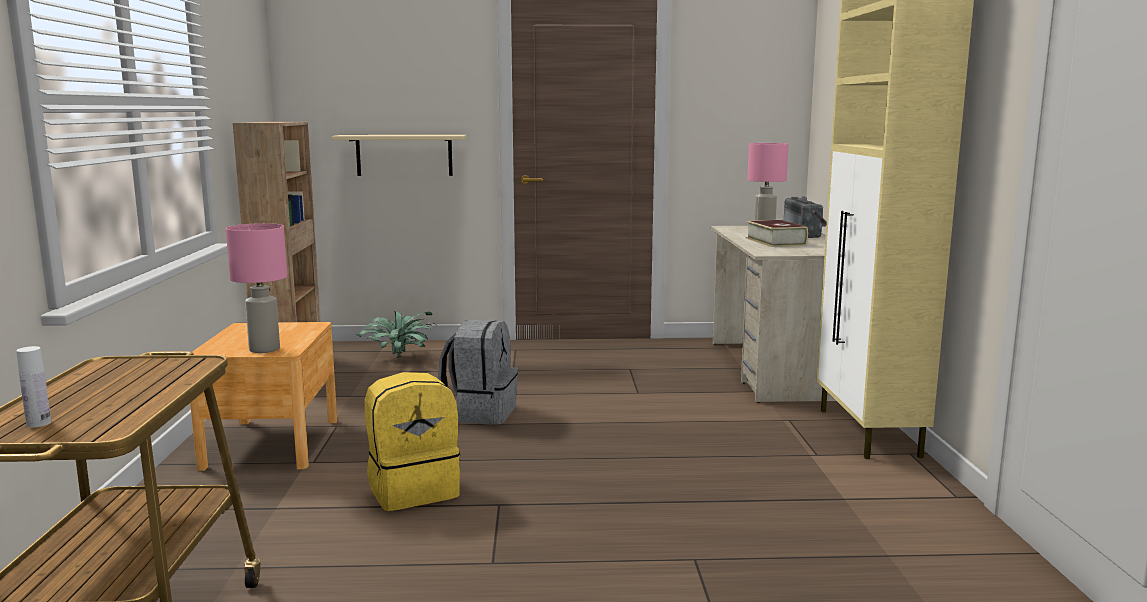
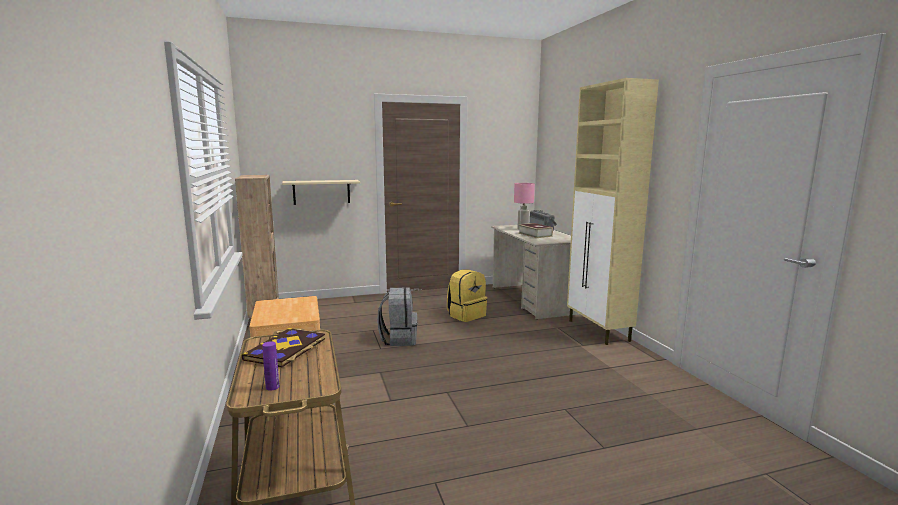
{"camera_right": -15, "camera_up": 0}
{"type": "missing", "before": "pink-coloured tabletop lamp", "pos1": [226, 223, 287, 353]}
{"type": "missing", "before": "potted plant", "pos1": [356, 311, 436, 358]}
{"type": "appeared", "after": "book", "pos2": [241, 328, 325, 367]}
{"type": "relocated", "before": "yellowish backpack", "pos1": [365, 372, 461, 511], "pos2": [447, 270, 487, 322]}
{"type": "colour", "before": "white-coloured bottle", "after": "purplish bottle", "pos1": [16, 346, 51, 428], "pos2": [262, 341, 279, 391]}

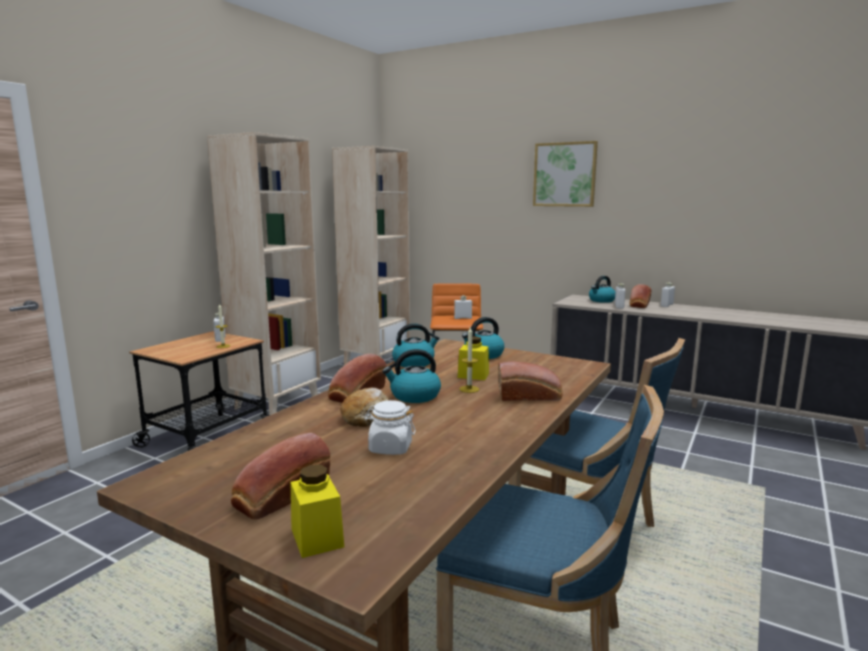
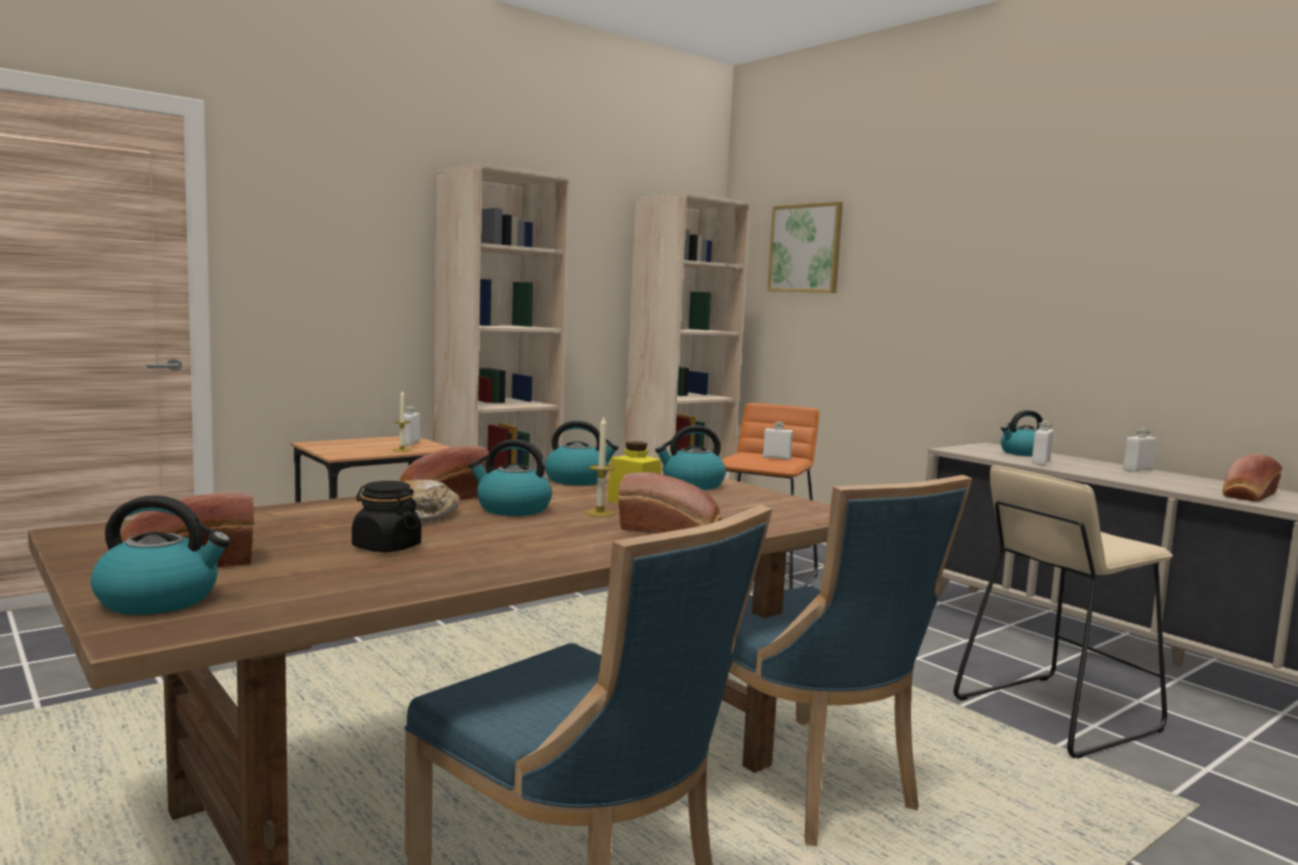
{"camera_right": 20, "camera_up": -5}
{"type": "appeared", "after": "beige sitting stool", "pos2": [954, 466, 1173, 759]}
{"type": "relocated", "before": "wall art", "pos1": [533, 141, 598, 207], "pos2": [767, 201, 843, 293]}
{"type": "relocated", "before": "bakery bread", "pos1": [630, 284, 652, 308], "pos2": [1223, 454, 1282, 502]}
{"type": "exchanged", "before": "yellowish jar", "after": "tea kettle", "pos1": [290, 465, 344, 558], "pos2": [91, 495, 231, 615]}
{"type": "colour", "before": "white-coloured jar", "after": "black jar", "pos1": [364, 400, 416, 455], "pos2": [352, 481, 421, 552]}

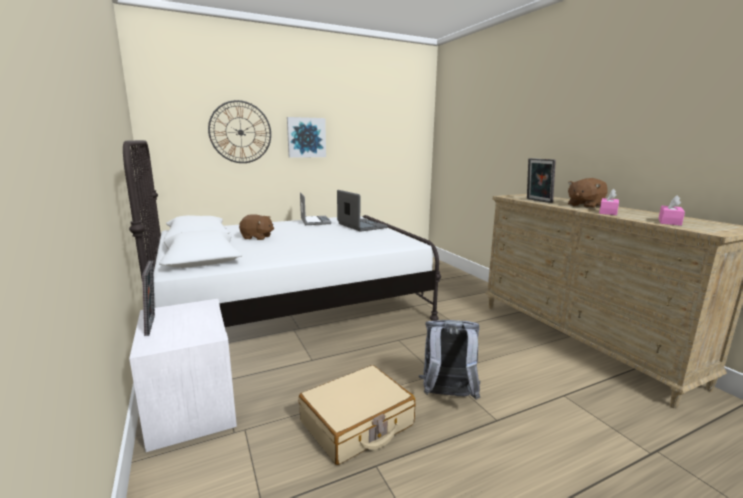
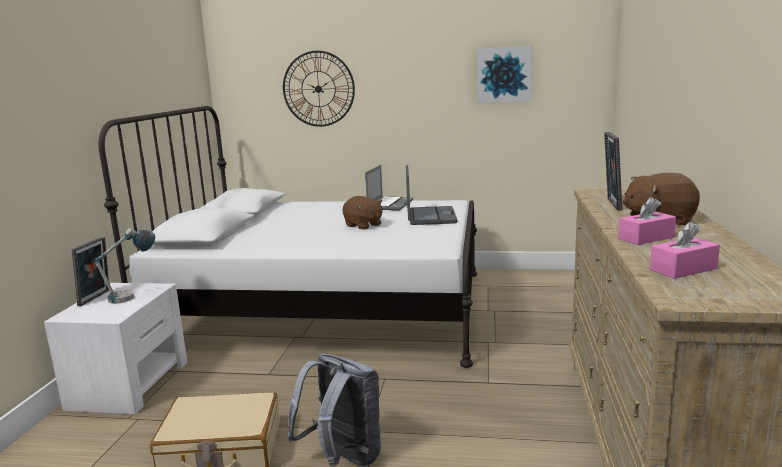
{"camera_right": 35, "camera_up": 0}
{"type": "appeared", "after": "tabletop lamp", "pos2": [94, 228, 155, 304]}
{"type": "relocated", "before": "brown-coloured plush toy", "pos1": [239, 214, 274, 240], "pos2": [342, 196, 383, 230]}
{"type": "relocated", "before": "wall art", "pos1": [287, 117, 326, 158], "pos2": [478, 46, 532, 103]}

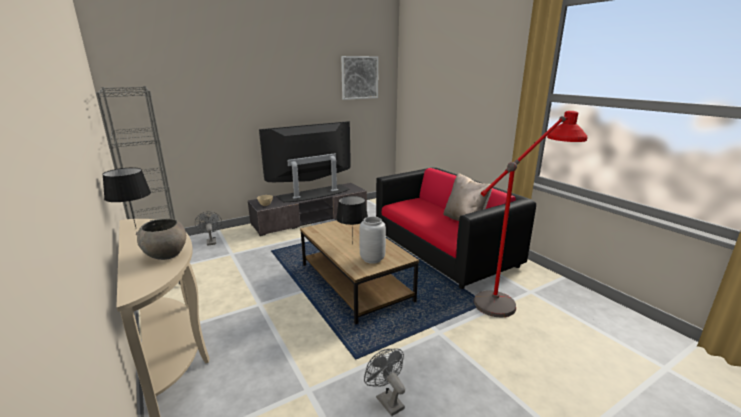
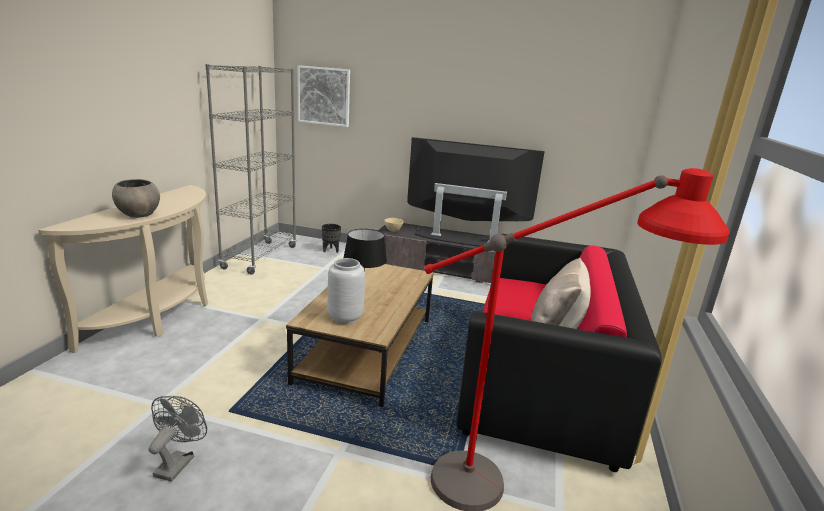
{"camera_right": 45, "camera_up": 0}
{"type": "missing", "before": "black tabletop lamp", "pos1": [102, 168, 151, 227]}
{"type": "relocated", "before": "wall art", "pos1": [341, 56, 378, 100], "pos2": [297, 65, 350, 127]}
{"type": "exchanged", "before": "grey fan", "after": "black planter", "pos1": [195, 211, 222, 246], "pos2": [322, 224, 341, 253]}

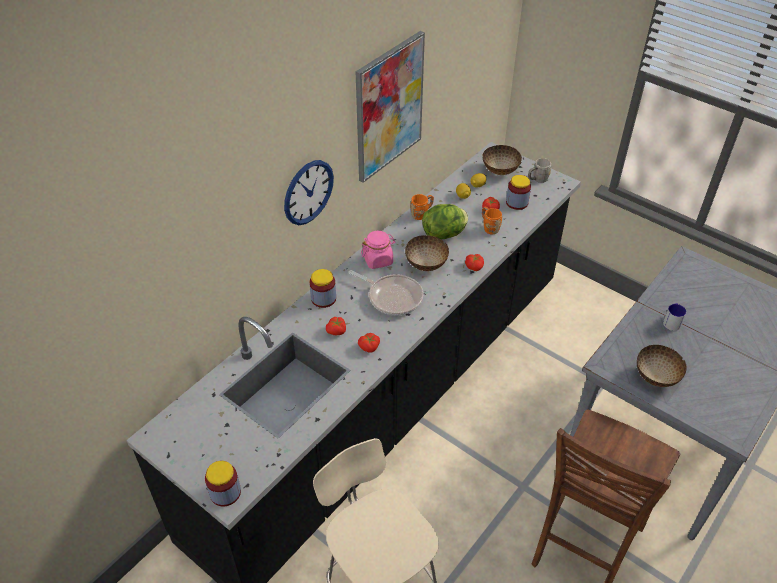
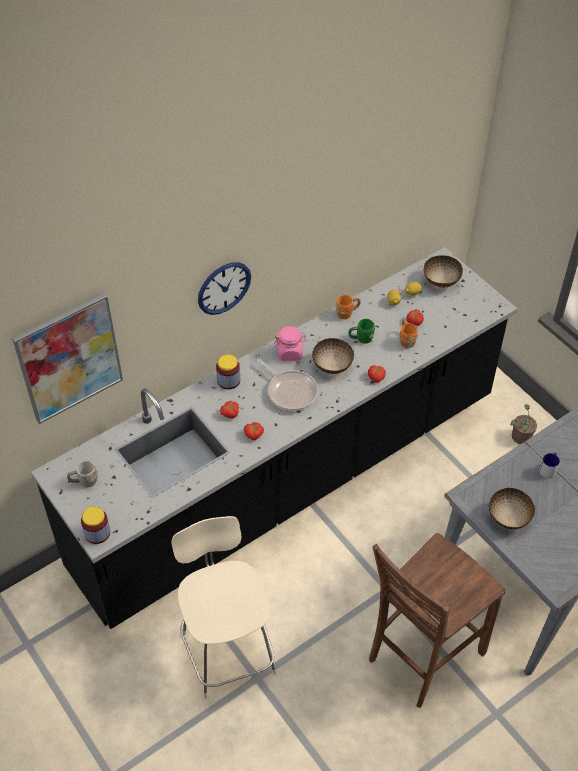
{"camera_right": 15, "camera_up": 5}
{"type": "missing", "before": "jar", "pos1": [506, 175, 531, 210]}
{"type": "appeared", "after": "potted plant", "pos2": [511, 404, 537, 444]}
{"type": "relocated", "before": "wall art", "pos1": [356, 31, 425, 183], "pos2": [12, 293, 123, 424]}
{"type": "relocated", "before": "grey tea mug", "pos1": [528, 158, 551, 183], "pos2": [67, 461, 98, 487]}
{"type": "exchanged", "before": "lettuce", "after": "green-coloured tea mug", "pos1": [422, 204, 468, 239], "pos2": [349, 319, 375, 344]}

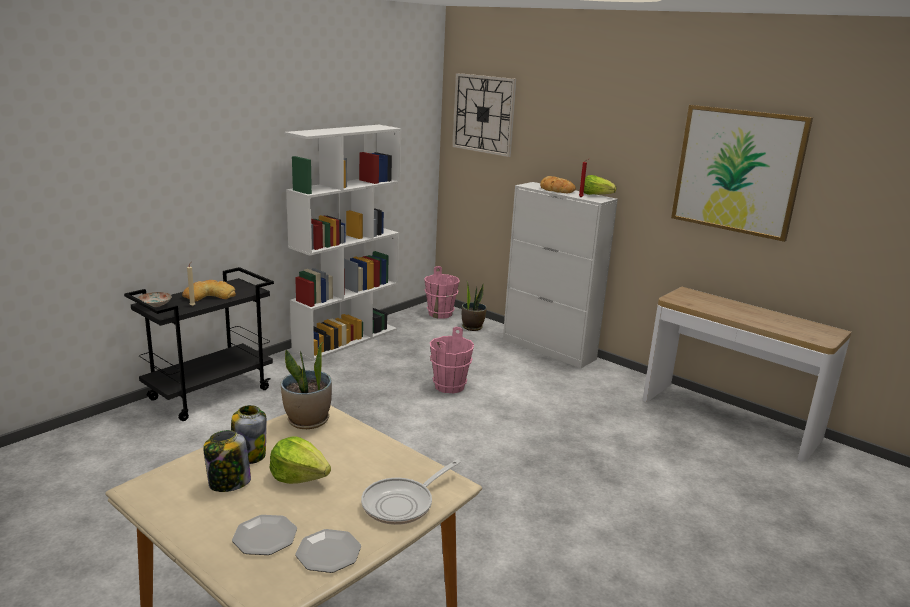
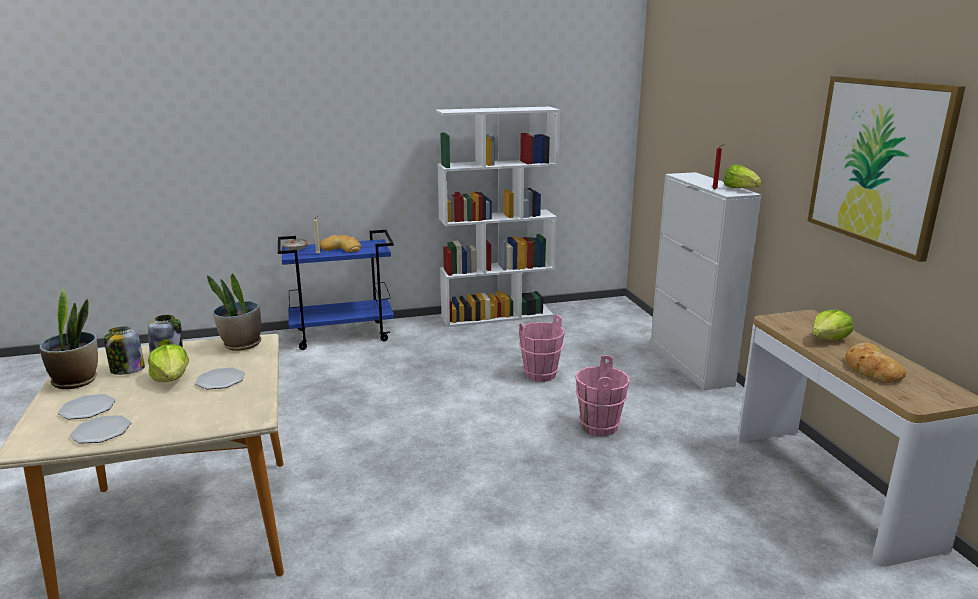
{"camera_right": 35, "camera_up": 0}
{"type": "missing", "before": "frying pan", "pos1": [361, 460, 461, 525]}
{"type": "missing", "before": "wall clock", "pos1": [452, 73, 517, 157]}
{"type": "appeared", "after": "dinner plate", "pos2": [195, 367, 245, 389]}
{"type": "appeared", "after": "lettuce", "pos2": [812, 310, 853, 340]}
{"type": "relocated", "before": "pink-coloured pail", "pos1": [424, 266, 460, 319], "pos2": [575, 355, 629, 436]}
{"type": "relocated", "before": "potted plant", "pos1": [462, 282, 487, 331], "pos2": [39, 288, 98, 389]}
{"type": "relocated", "before": "bakery bread", "pos1": [540, 176, 576, 193], "pos2": [845, 343, 906, 383]}
{"type": "colour", "before": "black wheeled cart", "after": "bluish wheeled cart", "pos1": [124, 267, 274, 421], "pos2": [278, 230, 394, 350]}

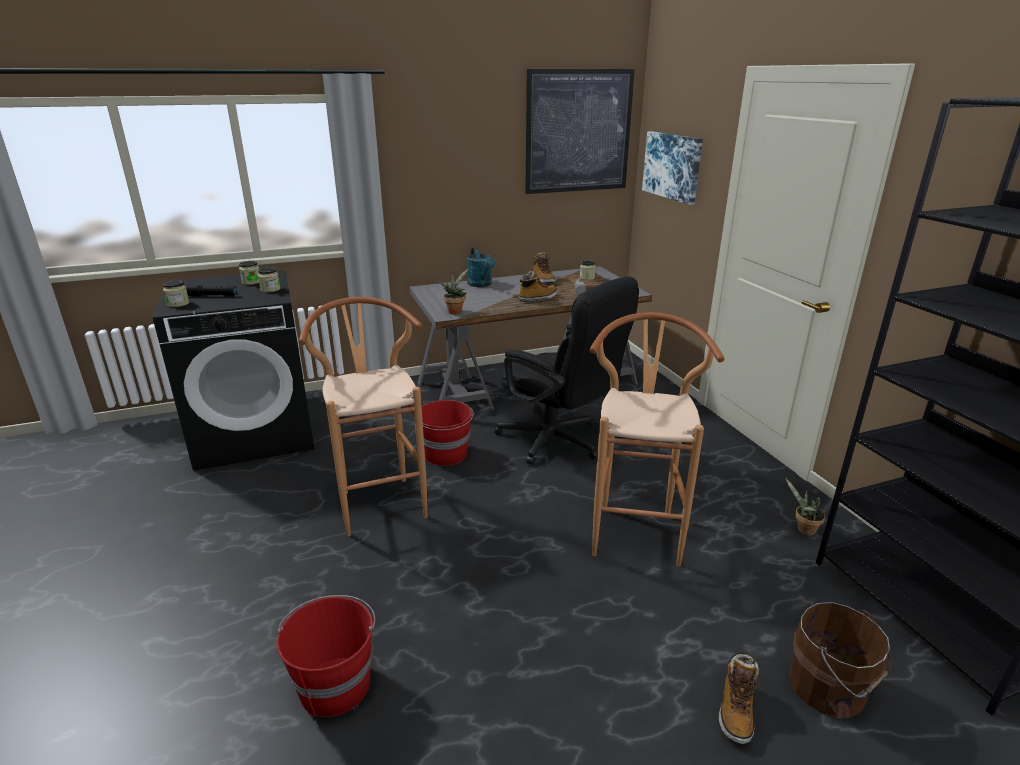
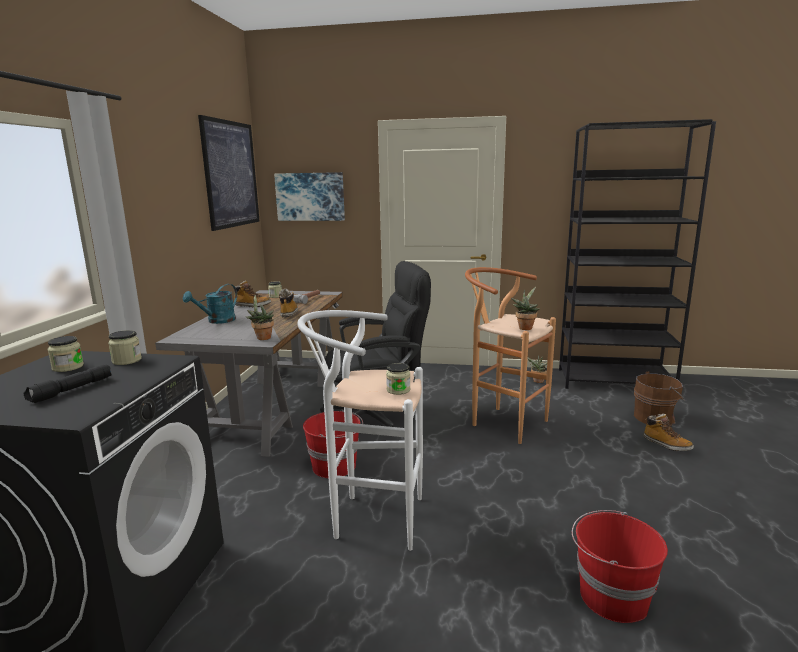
{"camera_right": -60, "camera_up": -10}
{"type": "appeared", "after": "potted plant", "pos2": [511, 287, 540, 330]}
{"type": "relocated", "before": "jar", "pos1": [163, 280, 189, 307], "pos2": [386, 363, 411, 395]}
{"type": "colour", "before": "brown-coloured sitting stool", "after": "white-coloured sitting stool", "pos1": [299, 297, 428, 536], "pos2": [297, 310, 423, 551]}
{"type": "spun", "before": "turquoise-coloured watering can", "pos1": [467, 247, 495, 287], "pos2": [183, 284, 237, 324], "turn": 120}

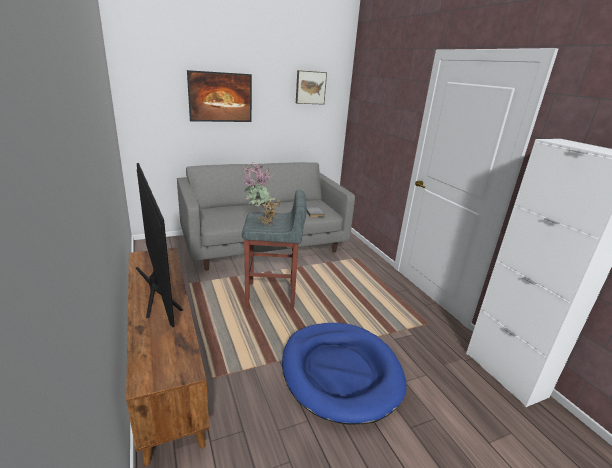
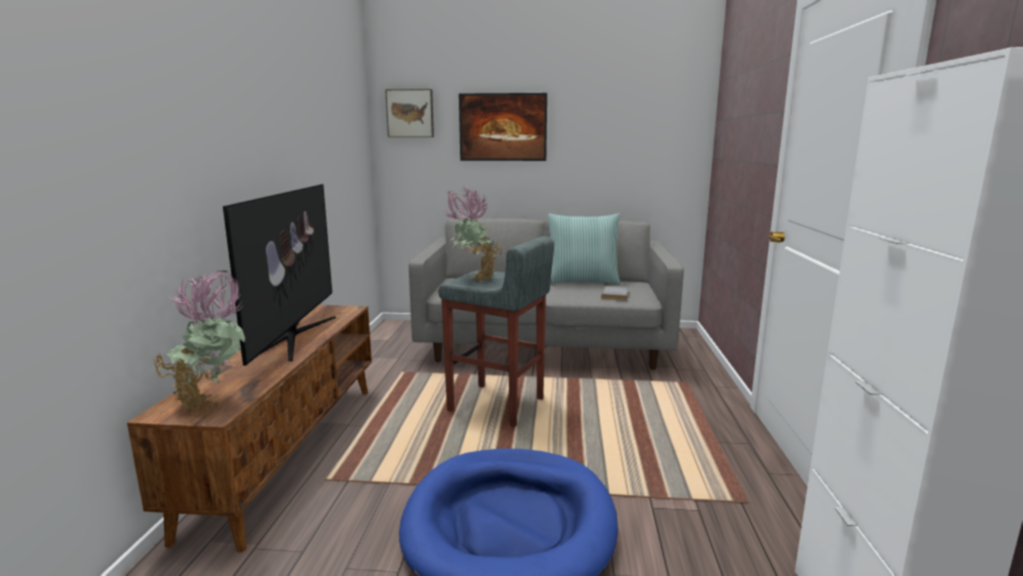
{"camera_right": 30, "camera_up": -10}
{"type": "appeared", "after": "potted plant", "pos2": [154, 271, 247, 413]}
{"type": "appeared", "after": "throw pillow", "pos2": [547, 213, 621, 285]}
{"type": "relocated", "before": "wall art", "pos1": [296, 70, 327, 105], "pos2": [385, 89, 434, 137]}

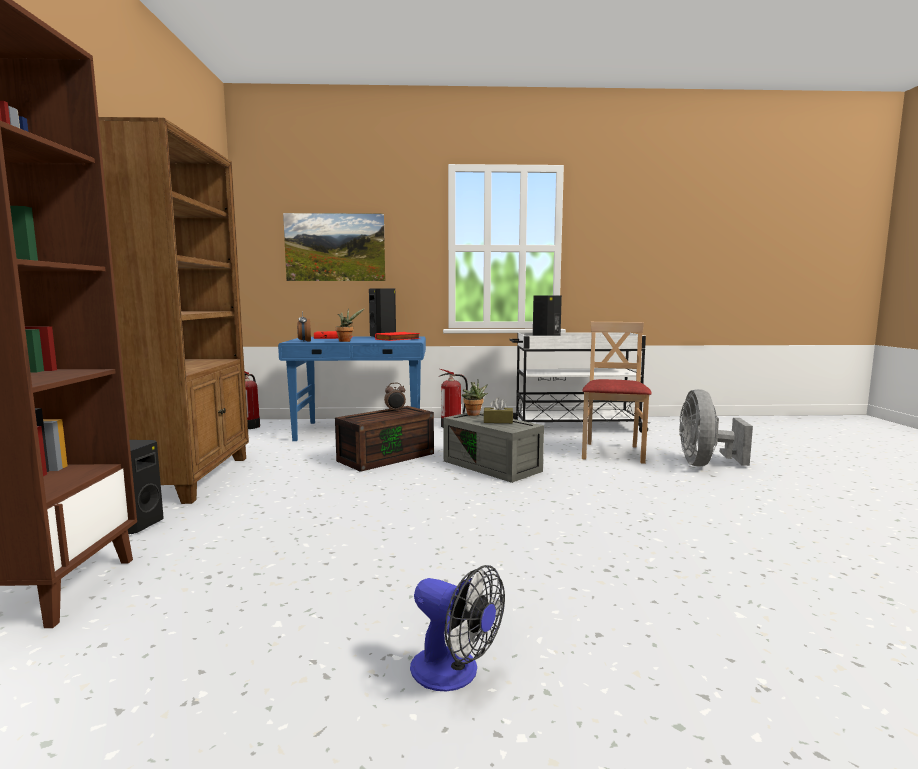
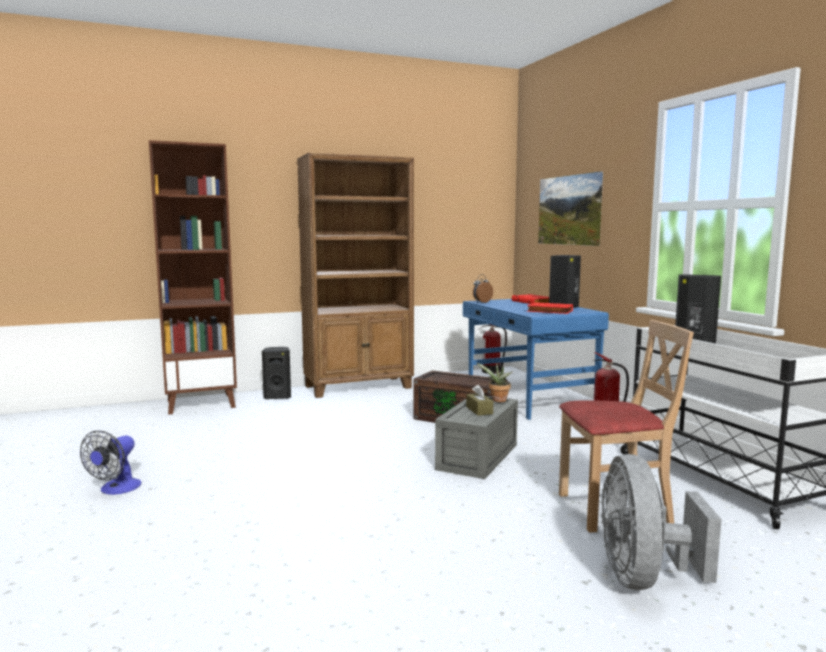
{"camera_right": 70, "camera_up": 0}
{"type": "missing", "before": "potted plant", "pos1": [335, 308, 365, 342]}
{"type": "missing", "before": "table clock", "pos1": [384, 383, 406, 412]}
{"type": "spun", "before": "grey fan", "pos1": [679, 389, 753, 467], "pos2": [601, 454, 722, 590], "turn": -75}

